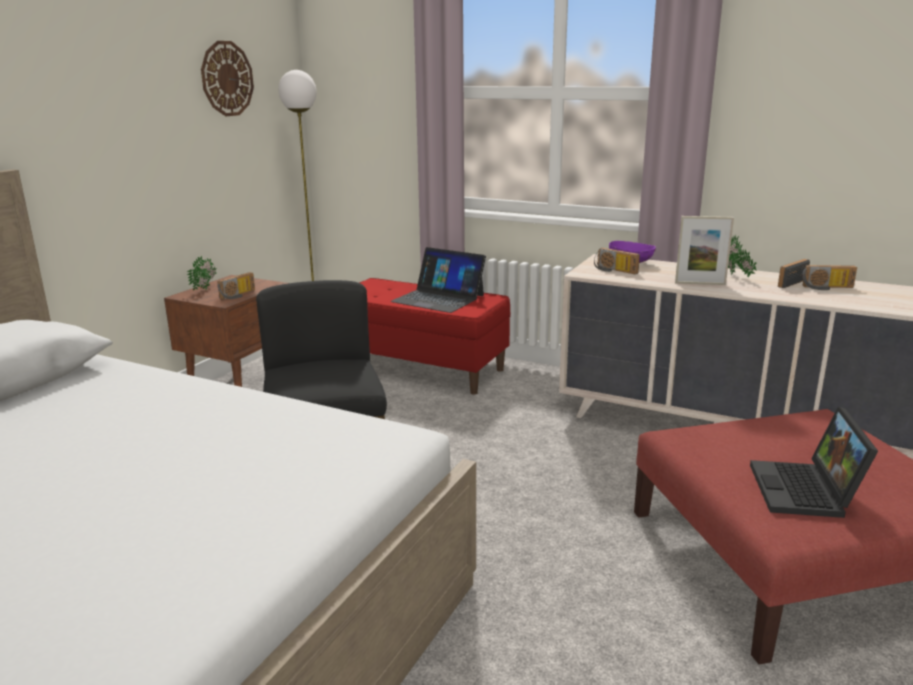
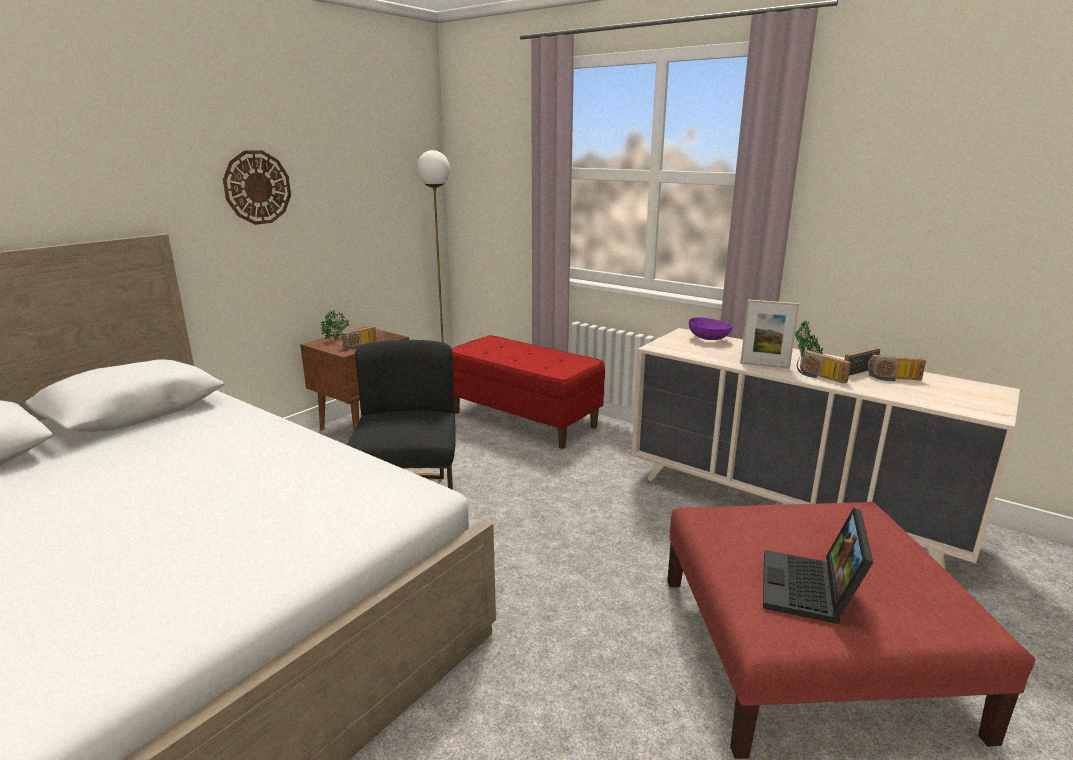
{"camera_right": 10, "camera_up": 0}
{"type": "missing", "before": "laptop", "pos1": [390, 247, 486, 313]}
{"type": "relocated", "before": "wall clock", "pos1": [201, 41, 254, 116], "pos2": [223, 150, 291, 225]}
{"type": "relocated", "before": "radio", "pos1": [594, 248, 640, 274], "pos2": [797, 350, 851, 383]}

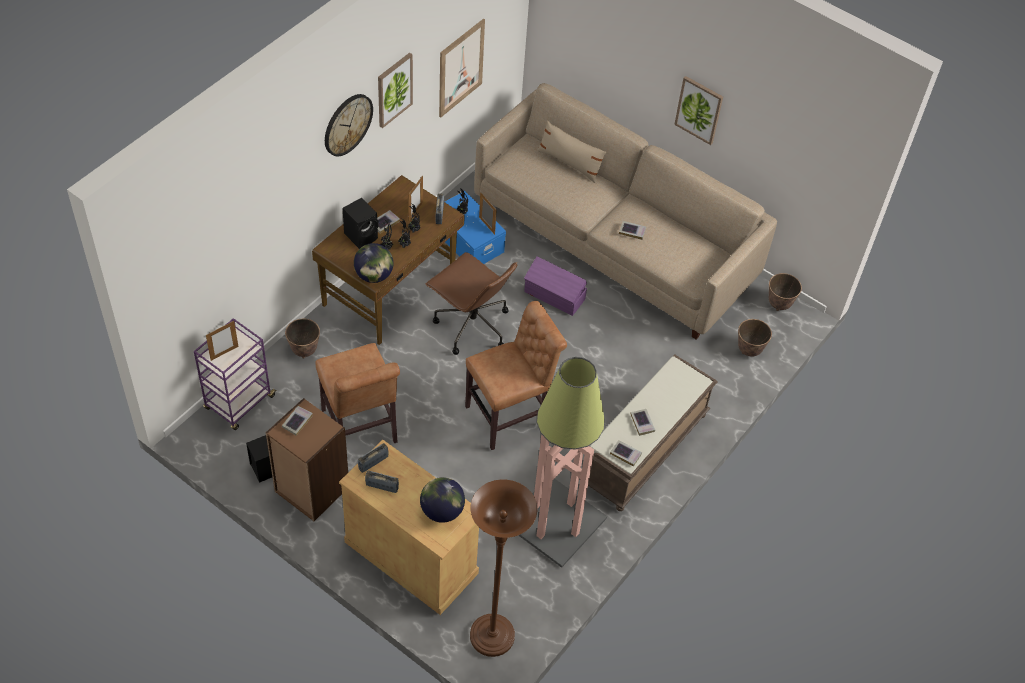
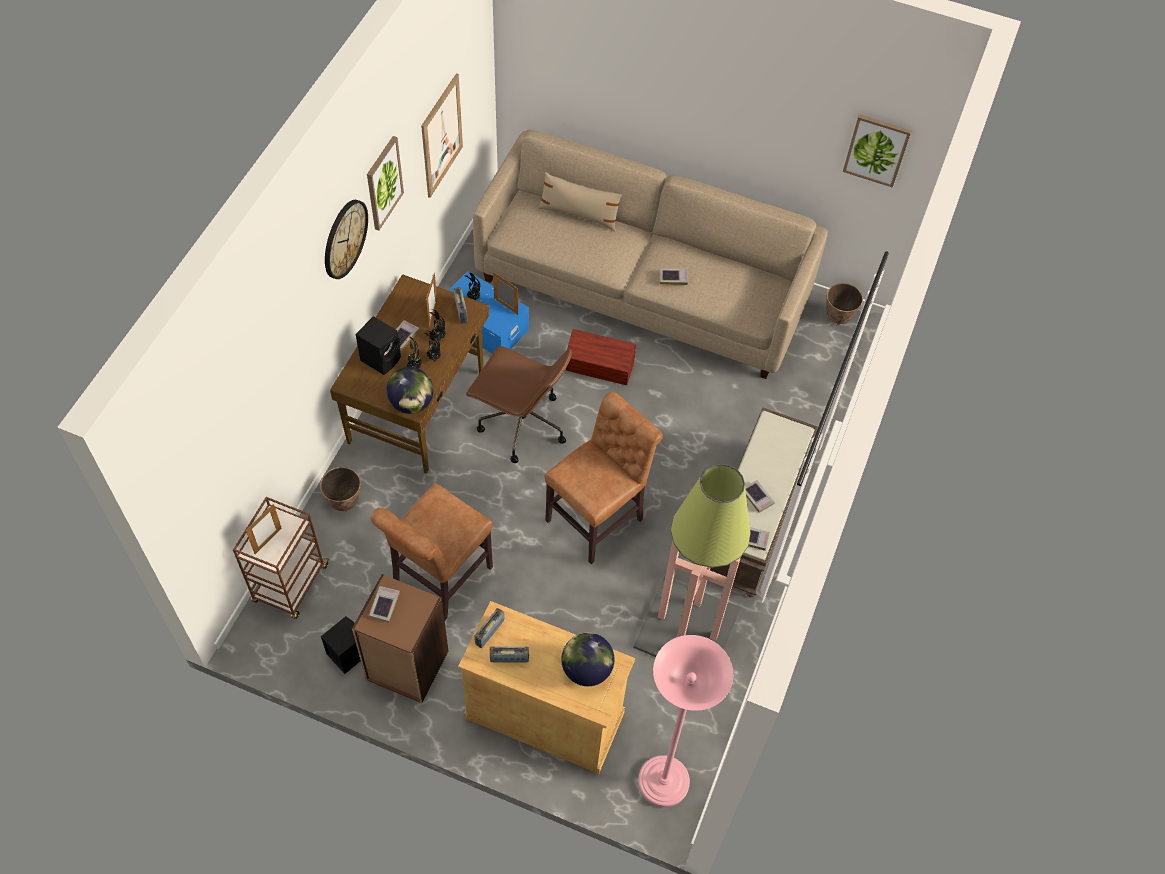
{"camera_right": -15, "camera_up": 5}
{"type": "missing", "before": "planter", "pos1": [738, 319, 772, 356]}
{"type": "relocated", "before": "wall art", "pos1": [674, 76, 723, 145], "pos2": [843, 114, 912, 188]}
{"type": "colour", "before": "purplish wheeled cart", "after": "brown-coloured wheeled cart", "pos1": [194, 318, 276, 430], "pos2": [233, 497, 329, 619]}
{"type": "colour", "before": "brown-coloured floor lamp", "after": "pink-coloured floor lamp", "pos1": [470, 480, 537, 657], "pos2": [638, 635, 734, 807]}
{"type": "colour", "before": "purplish storage container", "after": "brown-coloured storage container", "pos1": [524, 256, 587, 316], "pos2": [566, 329, 636, 385]}
{"type": "spun", "before": "brown-coloured upright chair", "pos1": [315, 343, 400, 443], "pos2": [370, 483, 493, 620], "turn": 75}

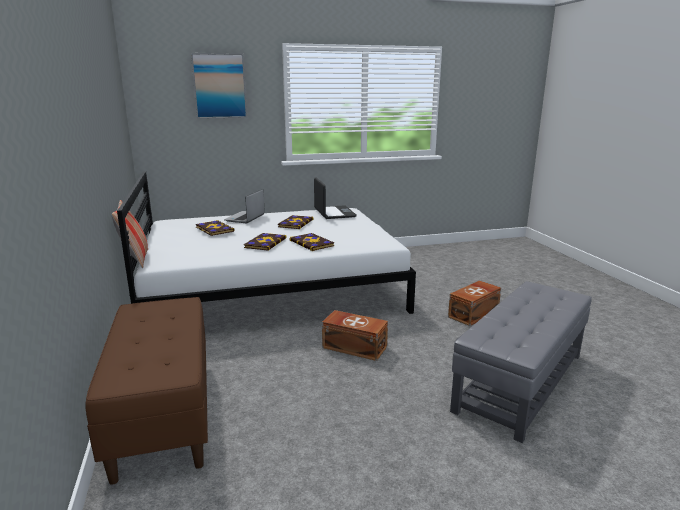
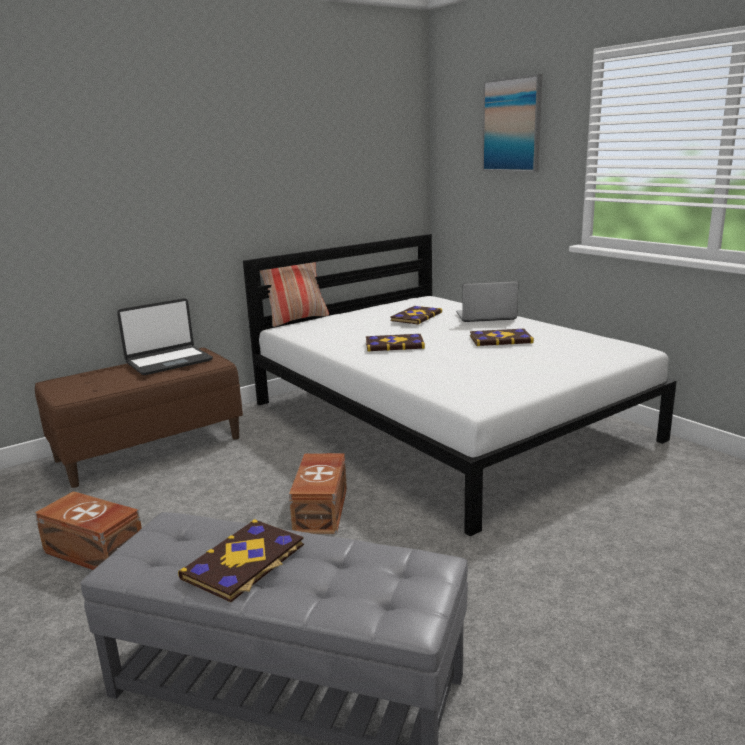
{"camera_right": 70, "camera_up": 0}
{"type": "relocated", "before": "book", "pos1": [289, 233, 334, 251], "pos2": [178, 519, 304, 602]}
{"type": "relocated", "before": "laptop", "pos1": [314, 177, 357, 219], "pos2": [117, 298, 213, 375]}
{"type": "relocated", "before": "brown-coloured storage container", "pos1": [448, 281, 501, 326], "pos2": [35, 491, 142, 570]}

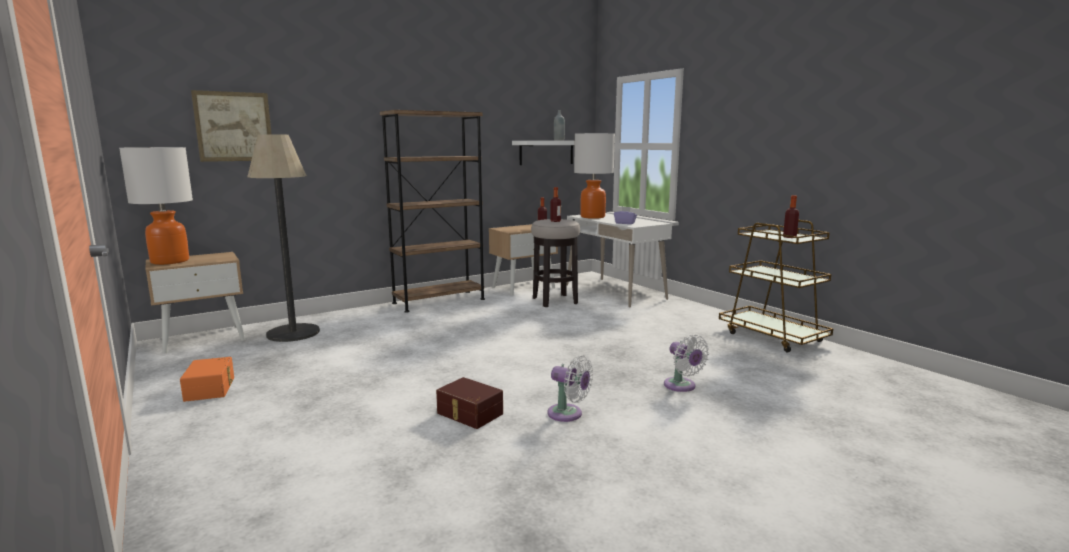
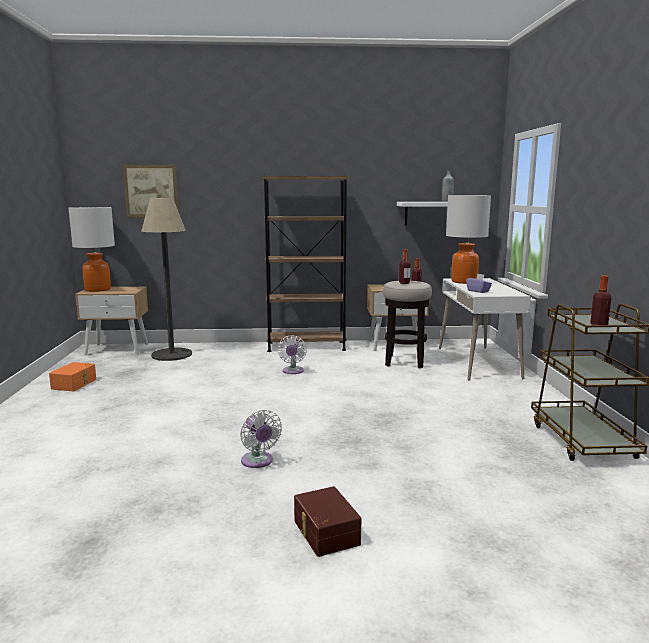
{"camera_right": 30, "camera_up": 0}
{"type": "relocated", "before": "brown-coloured storage container", "pos1": [436, 377, 503, 429], "pos2": [294, 486, 361, 557]}
{"type": "relocated", "before": "white-coloured fan", "pos1": [664, 334, 709, 392], "pos2": [277, 335, 307, 374]}

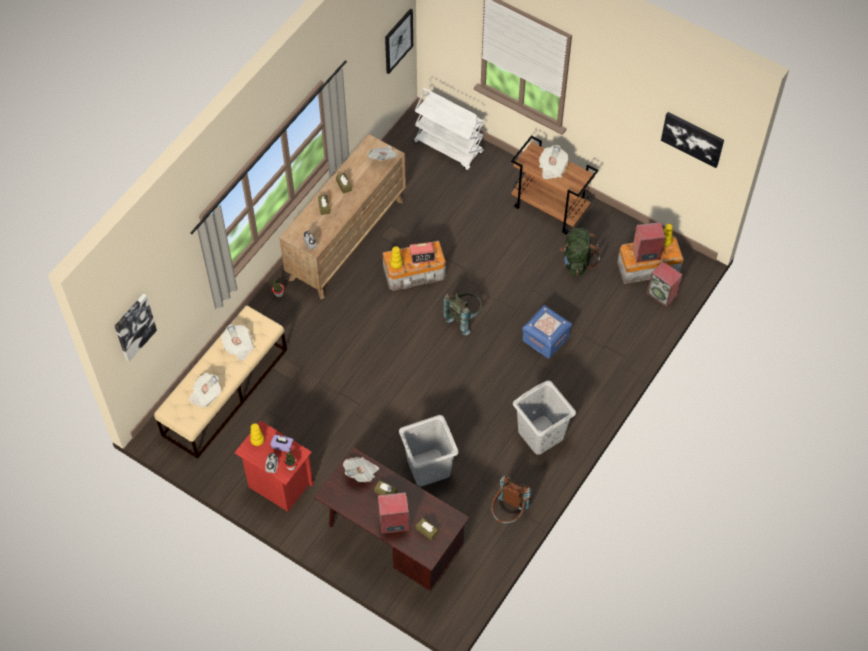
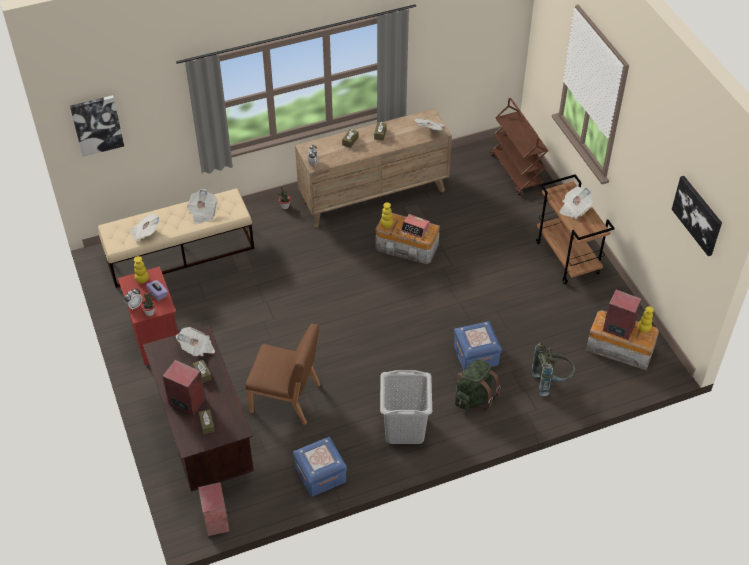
{"camera_right": 35, "camera_up": -10}
{"type": "missing", "before": "wall art", "pos1": [385, 8, 413, 74]}
{"type": "relocated", "before": "grey backpack", "pos1": [443, 292, 482, 335], "pos2": [532, 343, 575, 396]}
{"type": "relocated", "before": "green-coloured backpack", "pos1": [560, 228, 600, 276], "pos2": [455, 359, 501, 411]}
{"type": "relocated", "before": "speaker", "pos1": [647, 261, 683, 308], "pos2": [198, 482, 230, 536]}
{"type": "exchanged", "before": "grey laundry basket", "after": "brown-coloured upright chair", "pos1": [399, 415, 459, 487], "pos2": [245, 324, 320, 425]}
{"type": "exchanged", "before": "brown-coloured backpack", "after": "bluish storage container", "pos1": [491, 475, 532, 524], "pos2": [293, 437, 347, 497]}
{"type": "colour", "before": "white-coloured wheeled cart", "after": "brown-coloured wheeled cart", "pos1": [413, 88, 484, 170], "pos2": [491, 98, 548, 195]}

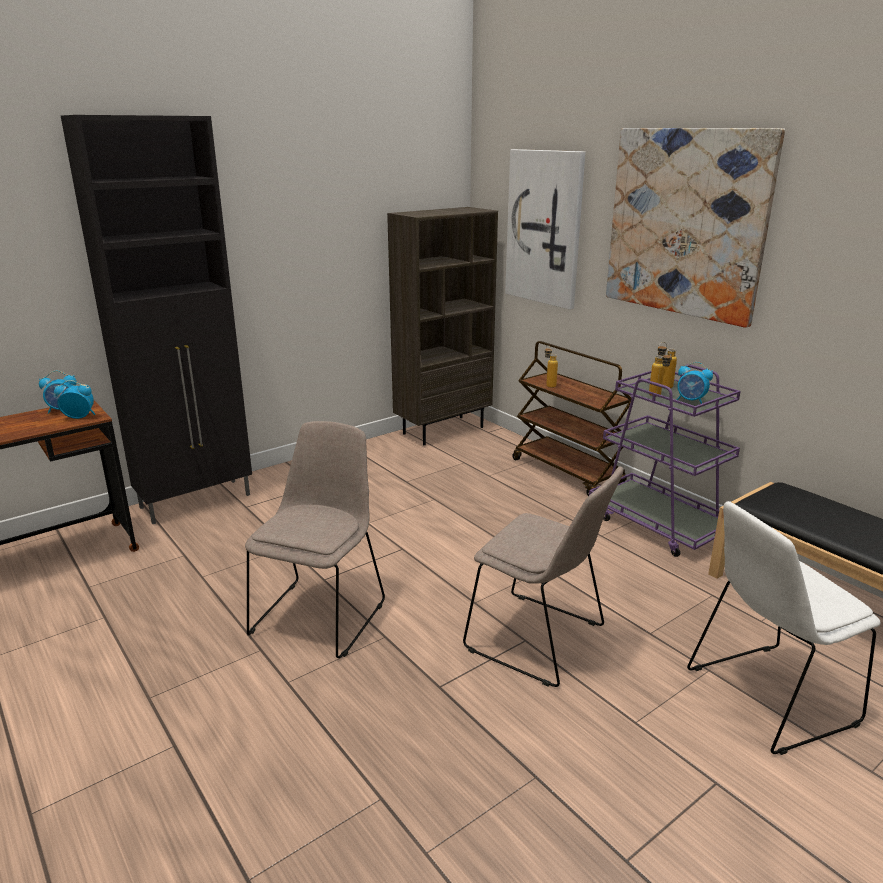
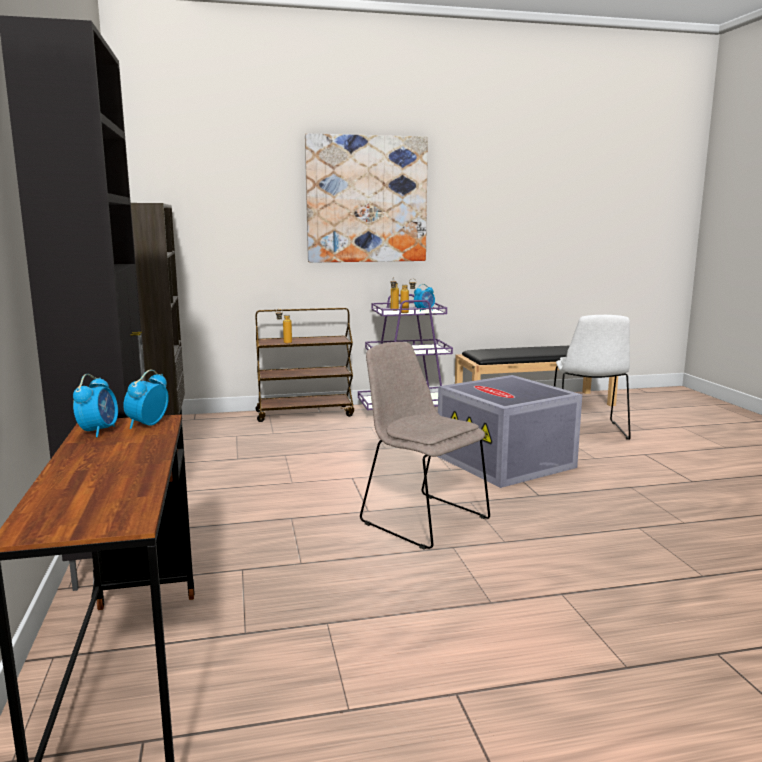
{"camera_right": -65, "camera_up": -10}
{"type": "missing", "before": "wall art", "pos1": [505, 149, 585, 310]}
{"type": "exchanged", "before": "beige upright chair", "after": "grey storage container", "pos1": [463, 466, 623, 687], "pos2": [437, 375, 582, 488]}

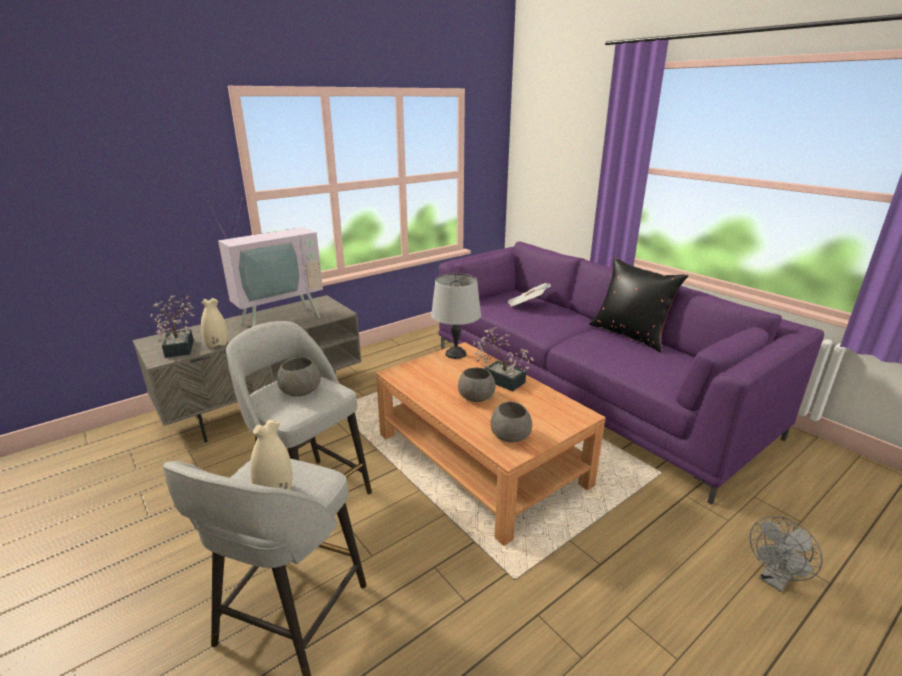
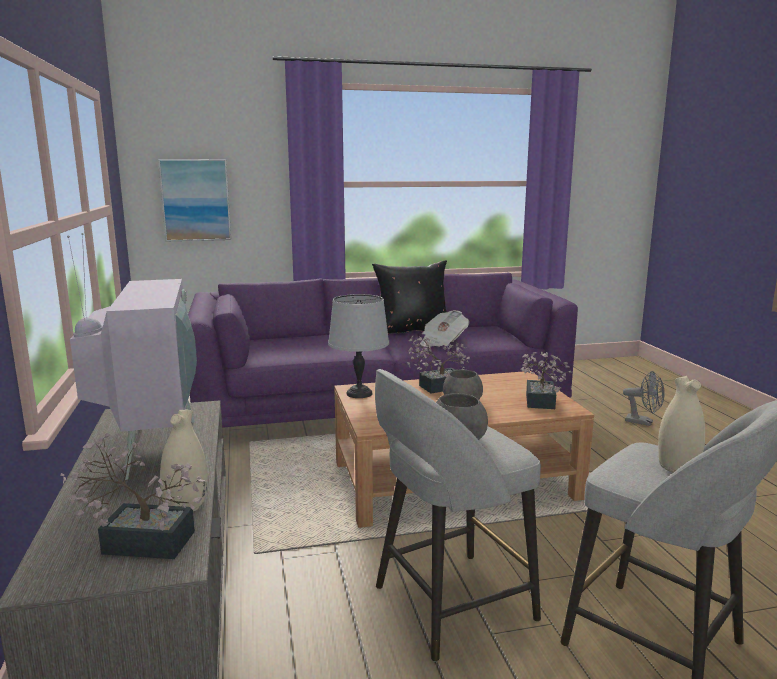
{"camera_right": -65, "camera_up": -10}
{"type": "appeared", "after": "wall art", "pos2": [158, 159, 231, 242]}
{"type": "relocated", "before": "daily paper", "pos1": [508, 283, 551, 307], "pos2": [420, 310, 469, 347]}
{"type": "exchanged", "before": "grey bowl", "after": "potted plant", "pos1": [491, 402, 532, 442], "pos2": [520, 352, 571, 409]}
{"type": "spun", "before": "grey fan", "pos1": [750, 516, 822, 592], "pos2": [623, 371, 665, 426], "turn": -45}

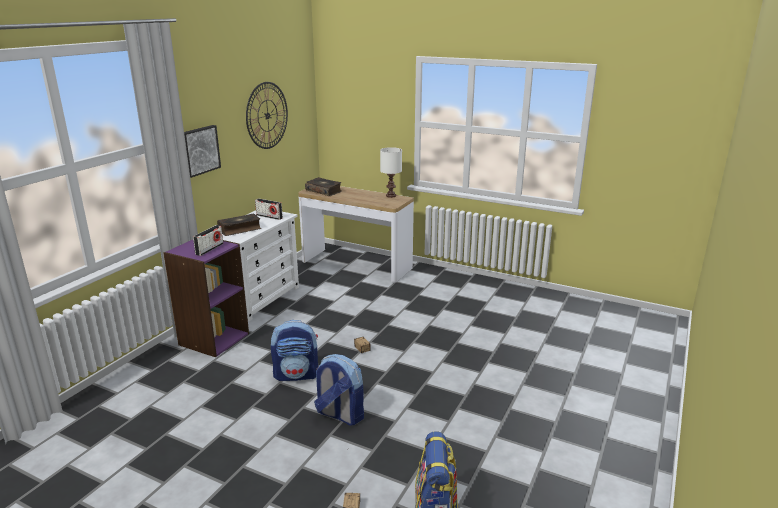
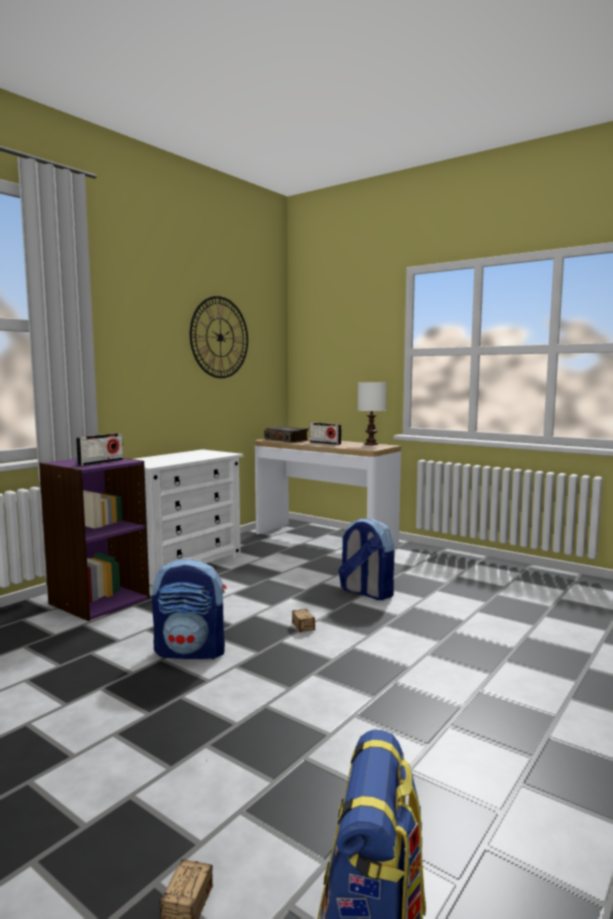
{"camera_right": 10, "camera_up": -15}
{"type": "missing", "before": "wall art", "pos1": [184, 125, 221, 178]}
{"type": "missing", "before": "book", "pos1": [217, 213, 261, 236]}
{"type": "relocated", "before": "radio", "pos1": [255, 198, 283, 220], "pos2": [310, 423, 341, 445]}
{"type": "relocated", "before": "backpack", "pos1": [314, 354, 364, 426], "pos2": [339, 518, 394, 600]}

